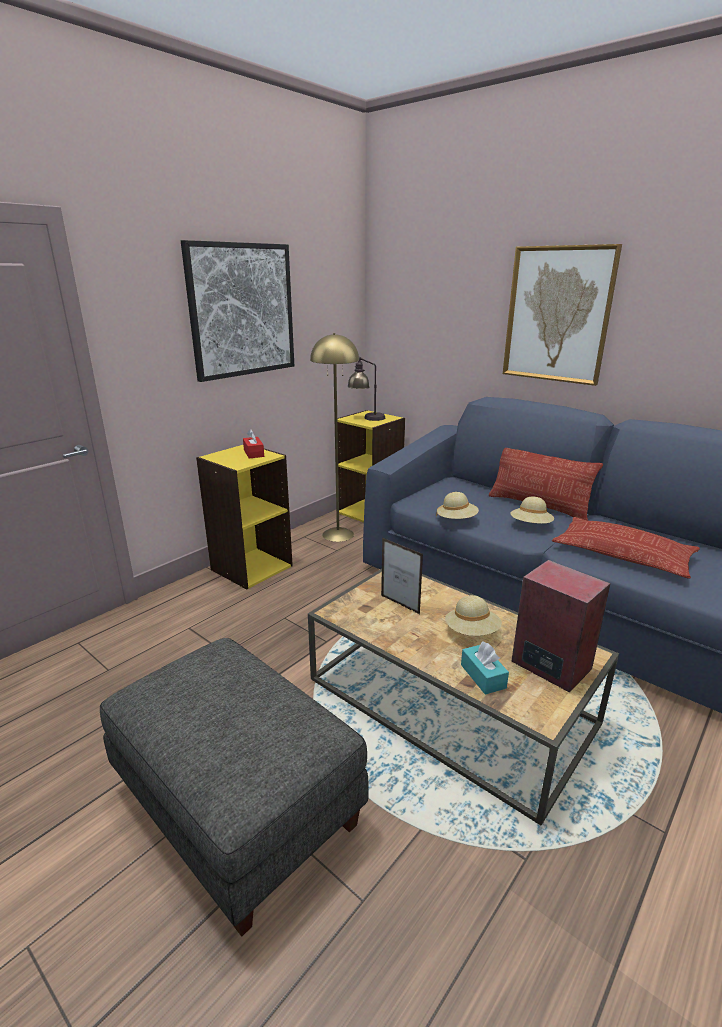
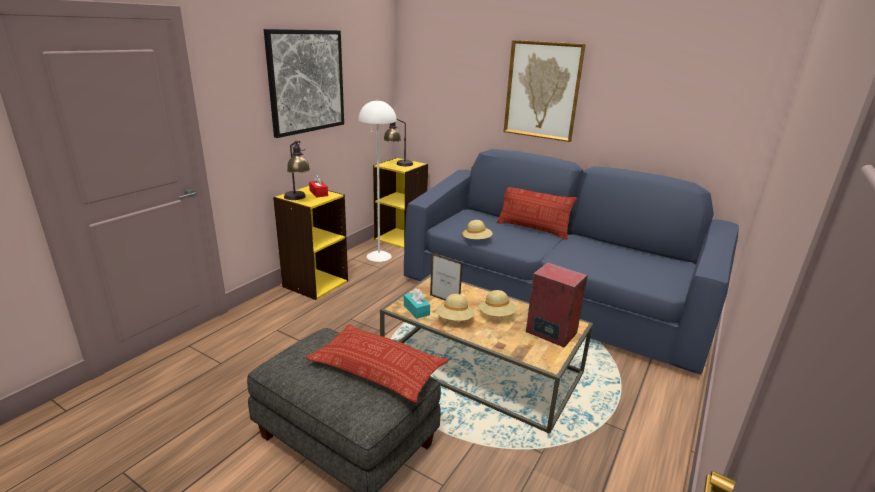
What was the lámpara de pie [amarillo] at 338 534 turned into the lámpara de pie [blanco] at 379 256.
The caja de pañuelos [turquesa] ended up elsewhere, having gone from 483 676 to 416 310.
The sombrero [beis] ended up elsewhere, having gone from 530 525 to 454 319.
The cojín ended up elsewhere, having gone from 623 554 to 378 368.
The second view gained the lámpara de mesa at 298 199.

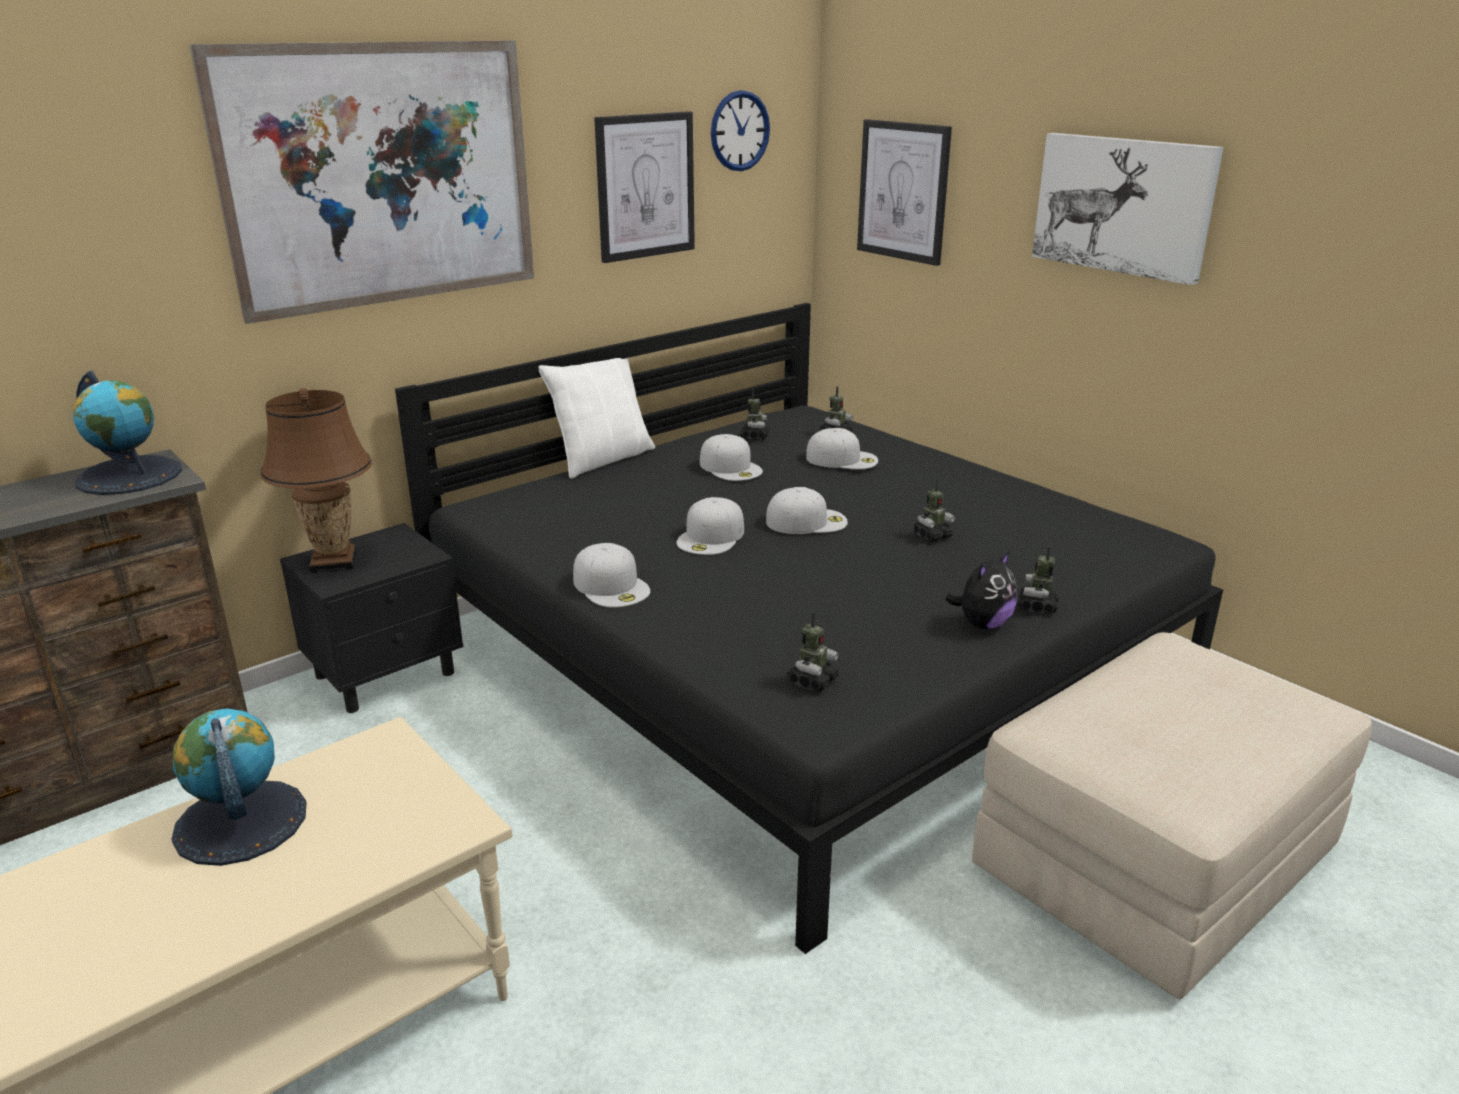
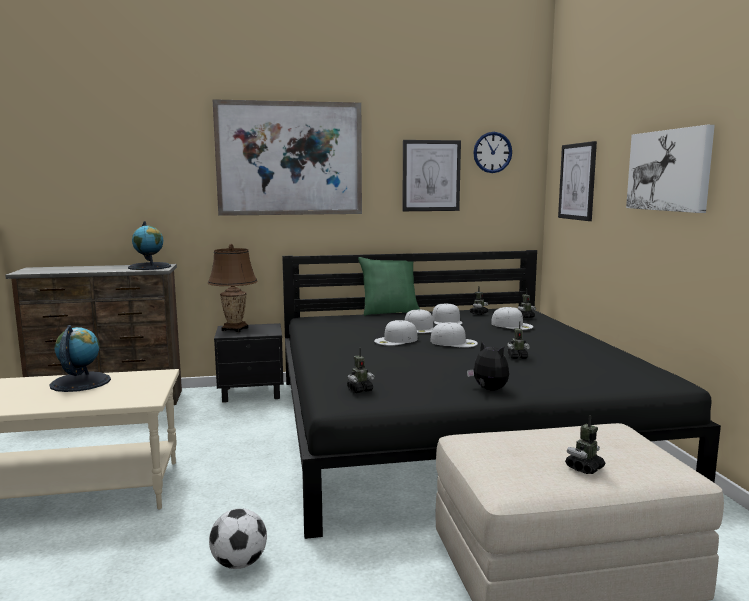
What was the cojín [blanco] at 602 459 turned into the cojín [verde] at 389 312.
The gorra [blanco] ended up elsewhere, having gone from 612 586 to 419 328.
The peluche at 982 624 ended up facing another way, 120 degrees counterclockwise from before.
The robot de juguete ended up elsewhere, having gone from 1037 606 to 584 468.
The second view gained the balón de fútbol at 239 563.

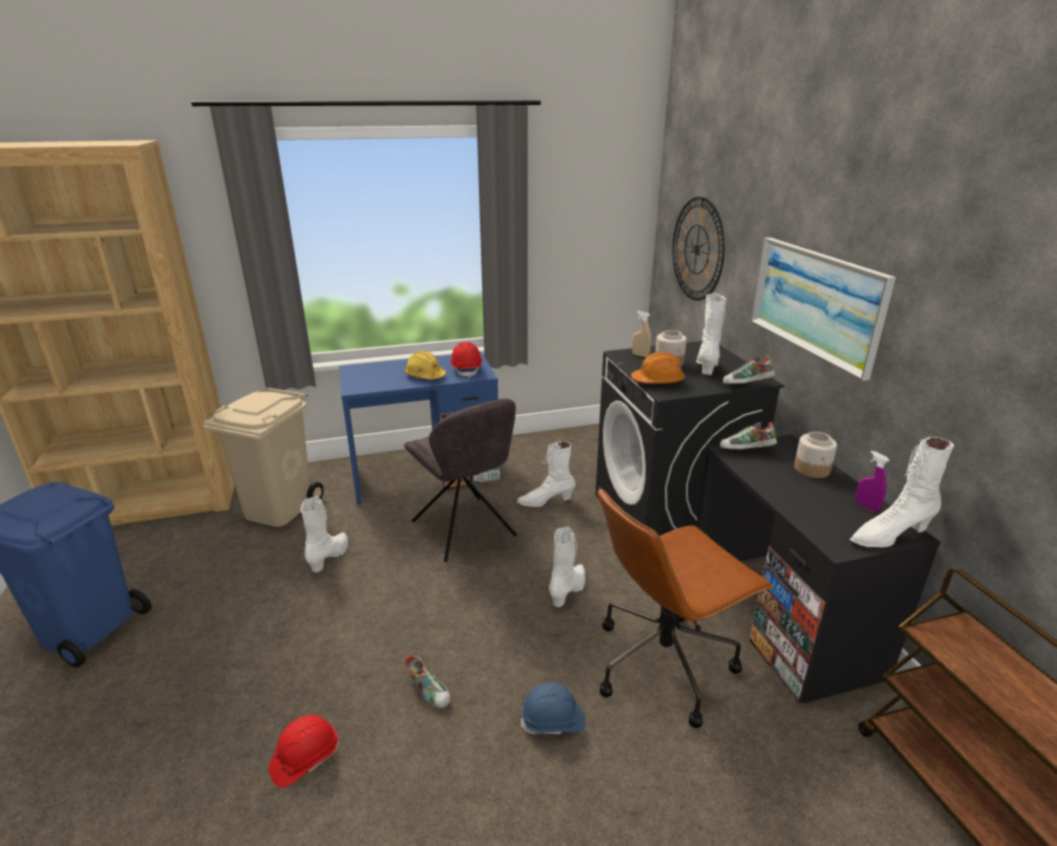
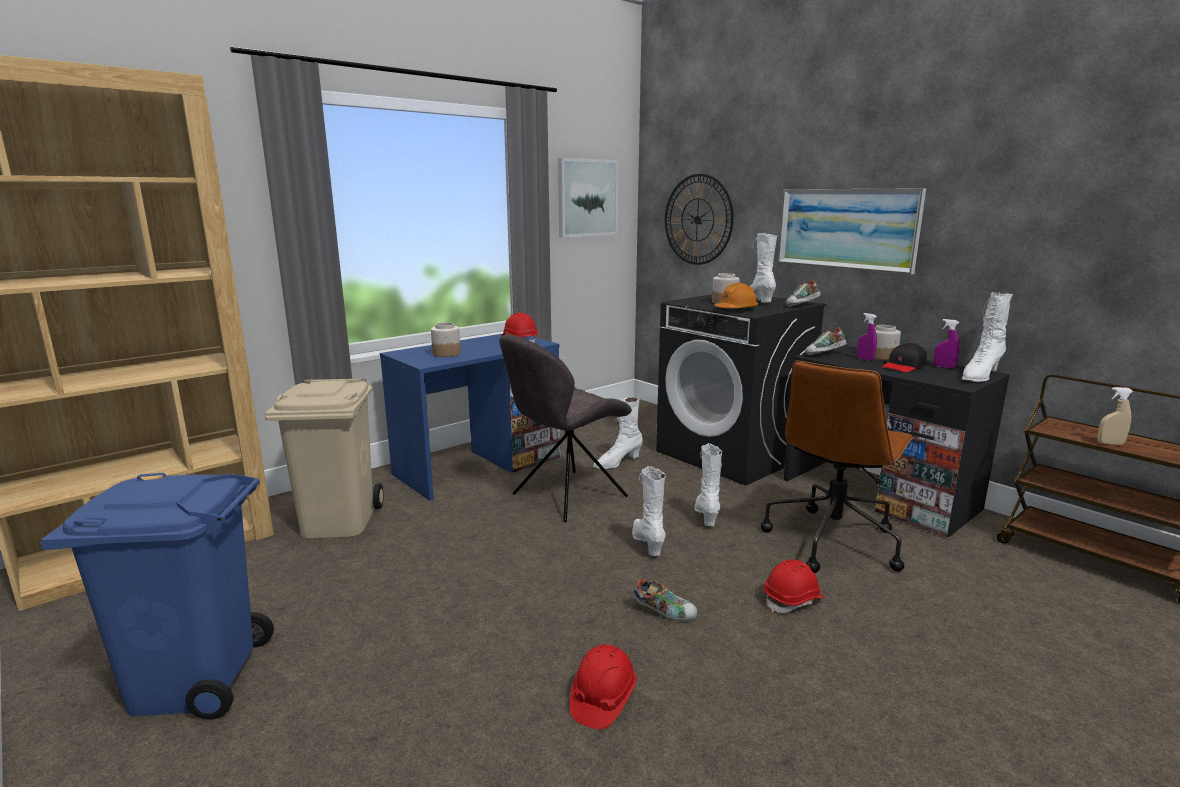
The bota [blanco] ended up elsewhere, having gone from 330 557 to 647 543.
The silla [gris] at 465 531 ended up facing another way, 105 degrees clockwise from before.
The second view lost the casco [amarillo] at 425 376.
What was the casco [azul] at 553 721 turned into the casco [rojo] at 793 600.
The pulverizador [beis] ended up elsewhere, having gone from 640 355 to 1110 443.
The second view gained the tarro at 446 353.
The second view gained the cuadro at 587 198.
The second view gained the pulverizador [morado] at 865 359.
The second view gained the gorra [negro] at 904 366.

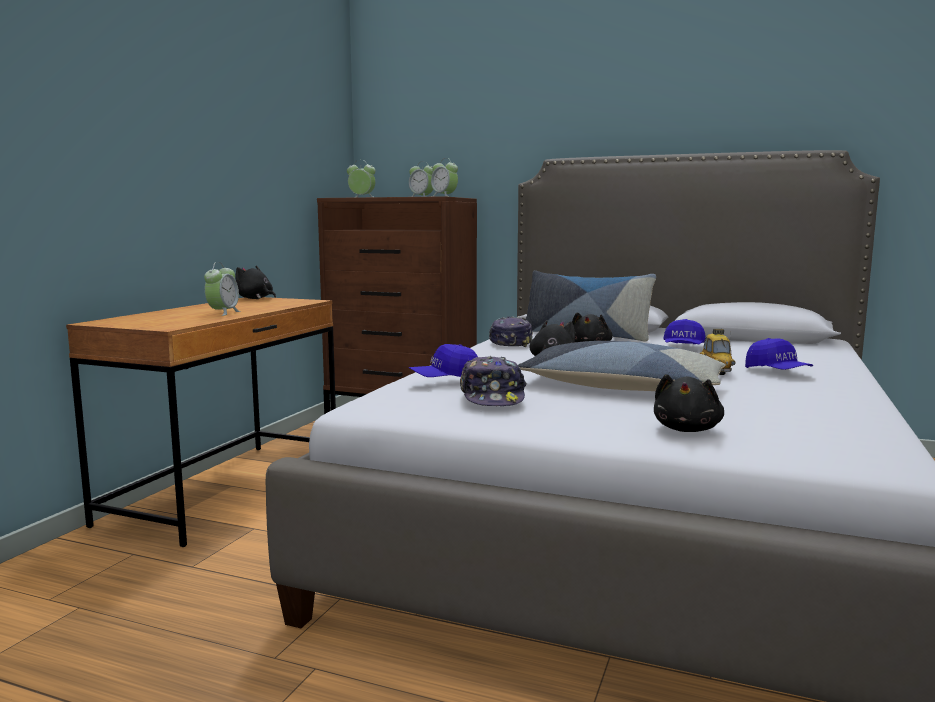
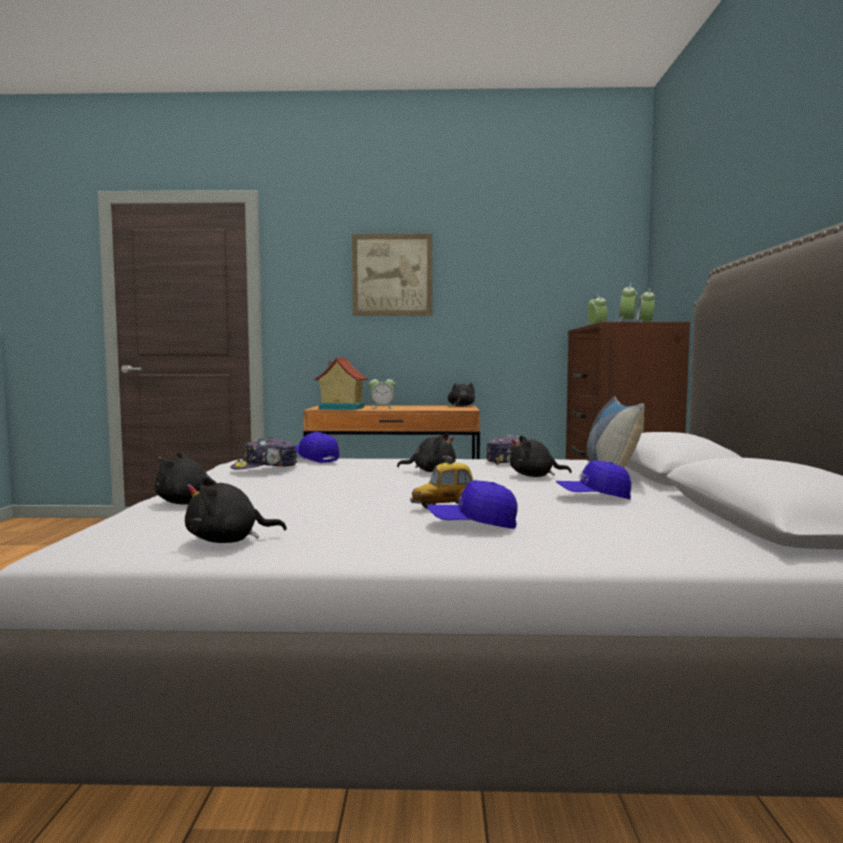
The second view lost the cojín at 621 388.
The gorra [azul] at 777 372 ended up facing another way, 45 degrees clockwise from before.
The second view gained the peluche [negro] at 228 541.
The second view gained the casita at 340 408.
The second view gained the cuadro at 392 275.

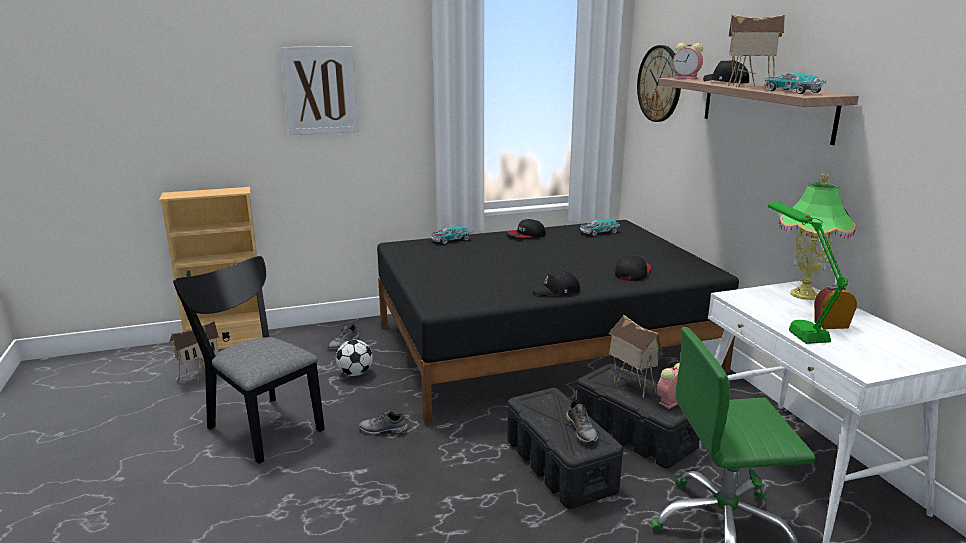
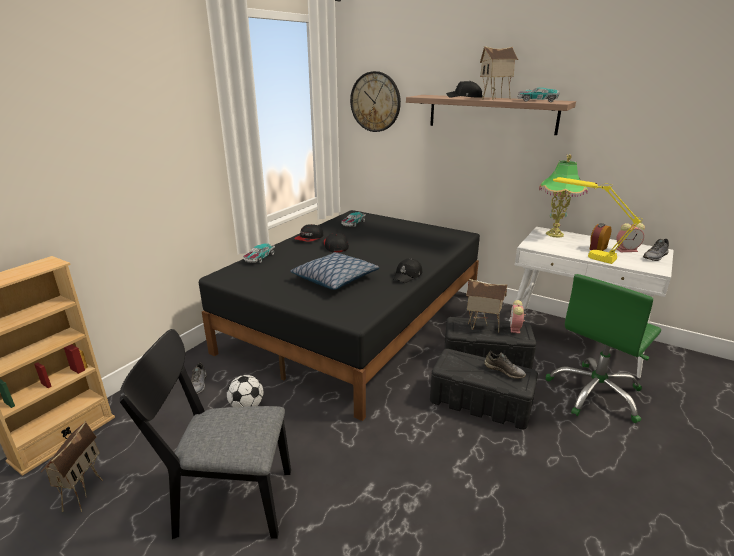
The second view lost the cuadro at 320 90.
The zapato [gris] ended up elsewhere, having gone from 383 430 to 655 257.
The gorra ended up elsewhere, having gone from 632 273 to 335 246.
The despertador ended up elsewhere, having gone from 687 78 to 627 250.
What was the lámpara de mesa [verde] at 791 323 turned into the lámpara de mesa [amarillo] at 584 254.
The second view gained the cojín at 335 279.

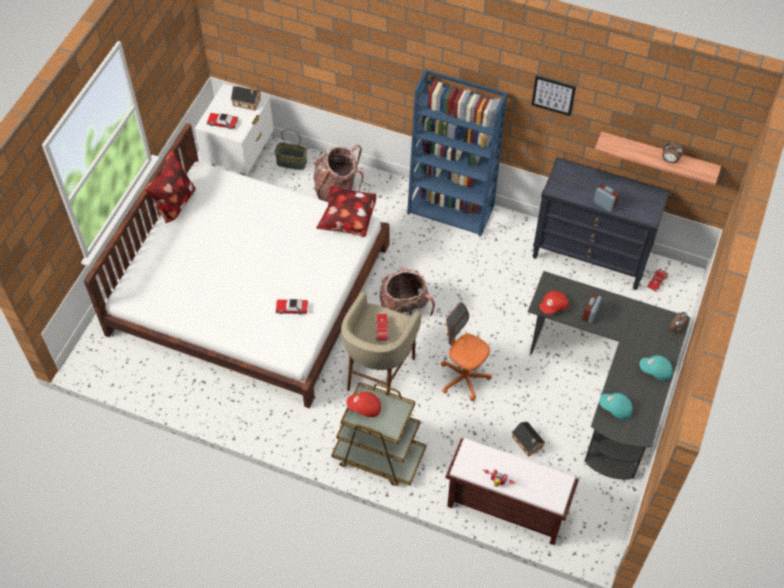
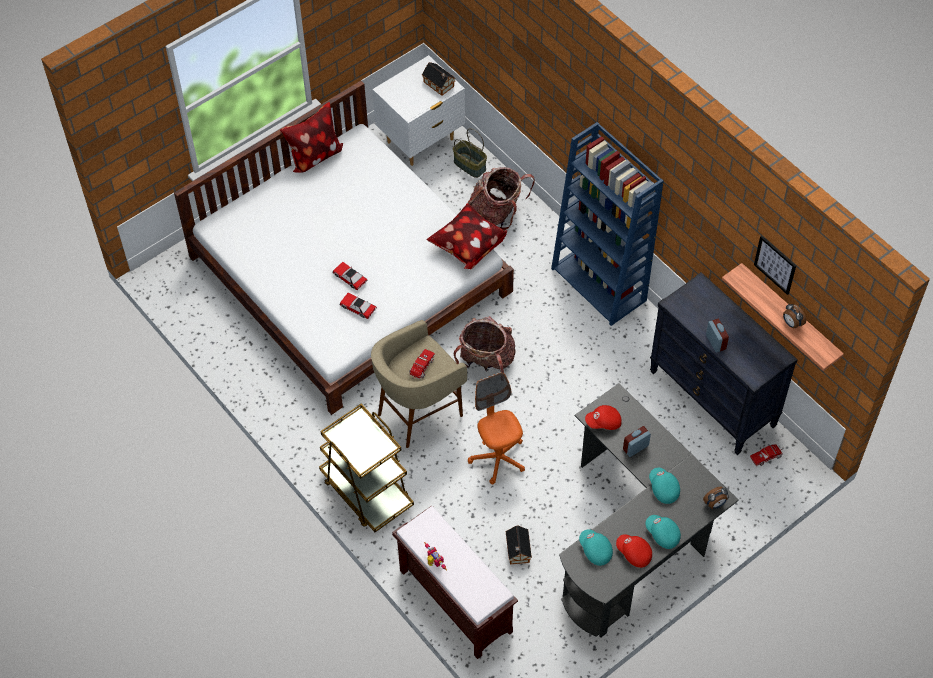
The coche de juguete ended up elsewhere, having gone from 222 123 to 350 278.
The gorra [rojo] ended up elsewhere, having gone from 364 408 to 633 553.
The cuadro ended up elsewhere, having gone from 553 95 to 775 264.
The second view gained the gorra [turquesa] at 663 489.

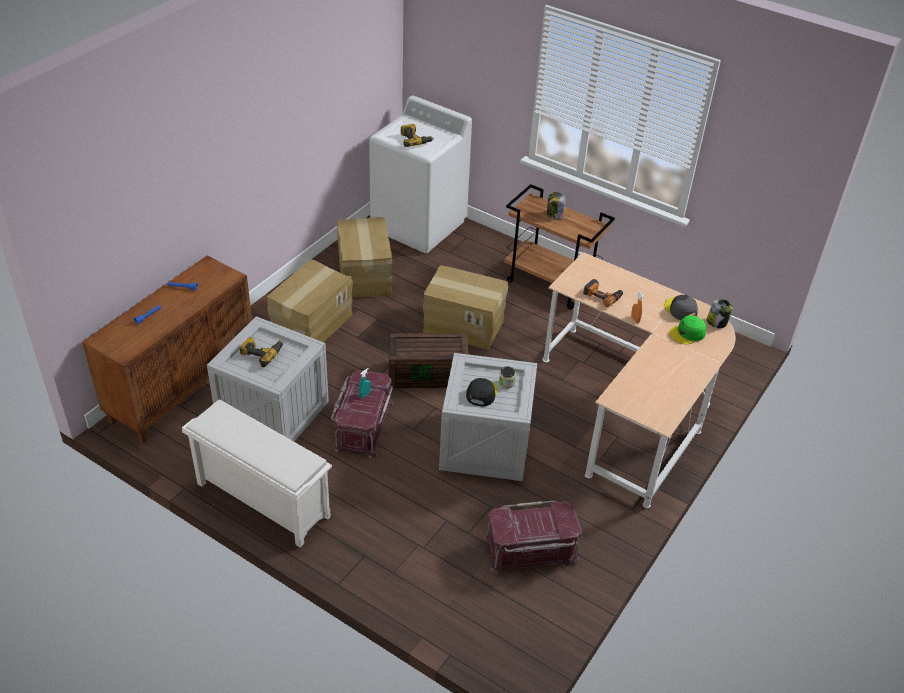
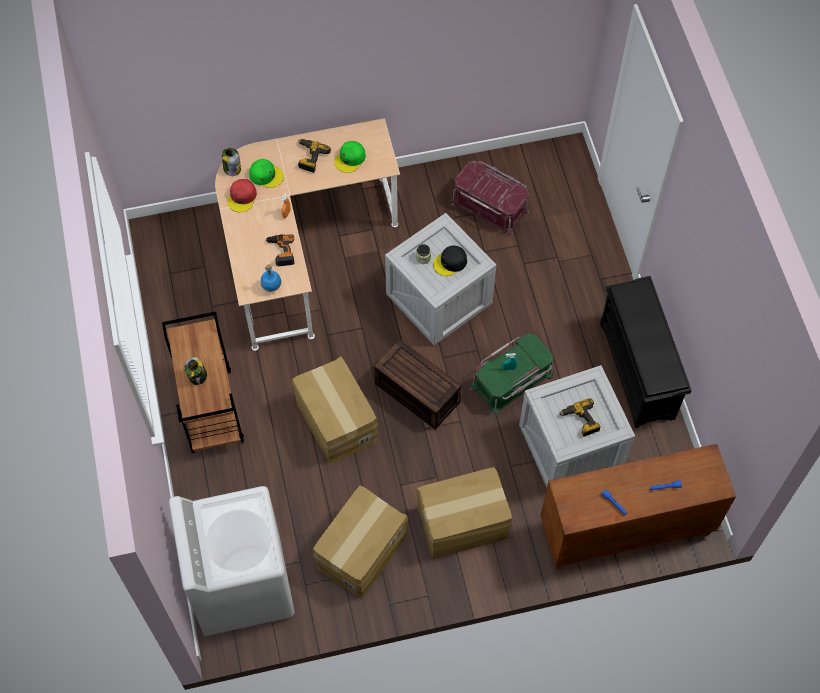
What was the zapatero [blanco] at 261 500 turned into the zapatero [negro] at 638 371.
What was the caja de almacenaje [rojo] at 362 425 turned into the caja de almacenaje [verde] at 512 382.
The taladro ended up elsewhere, having gone from 415 140 to 310 157.
What was the gorra [gris] at 680 309 turned into the gorra [rojo] at 242 197.
The second view gained the botella [azul] at 271 287.
The second view gained the gorra [verde] at 350 159.

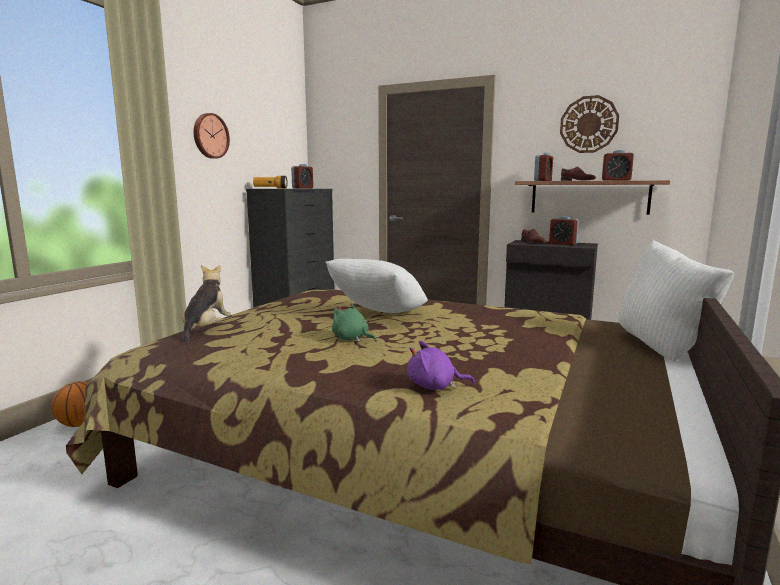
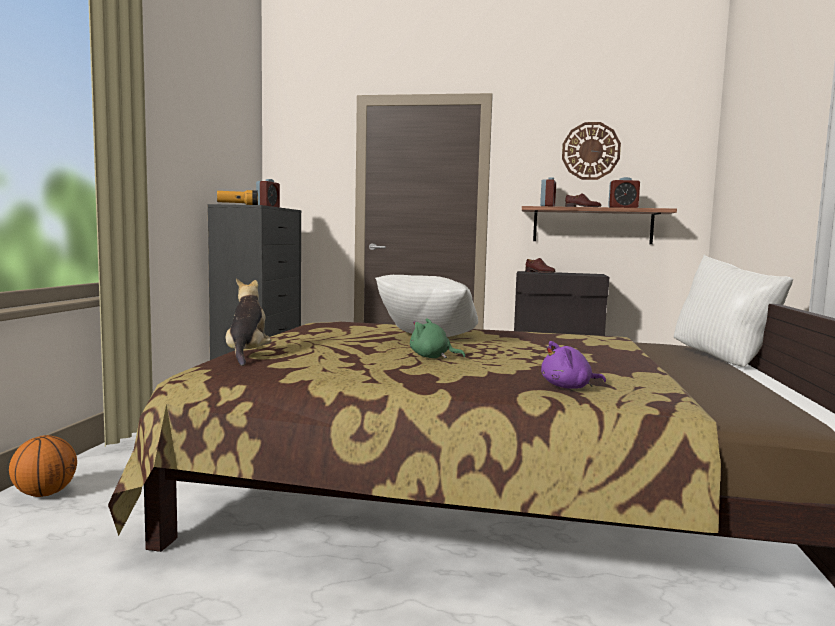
The second view lost the reloj de pared at 210 136.
The second view lost the despertador at 562 244.

